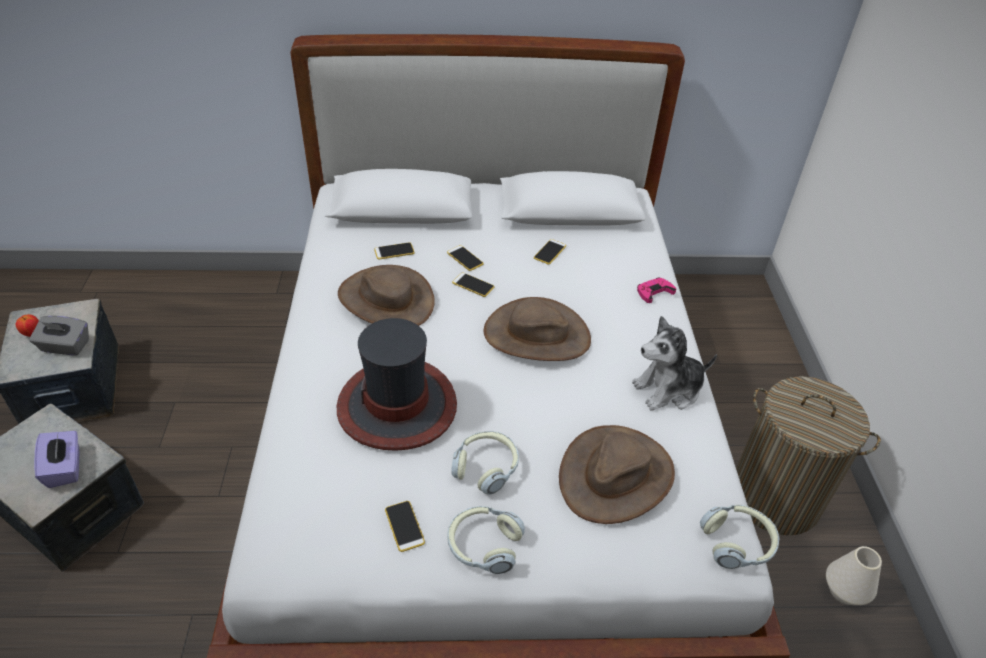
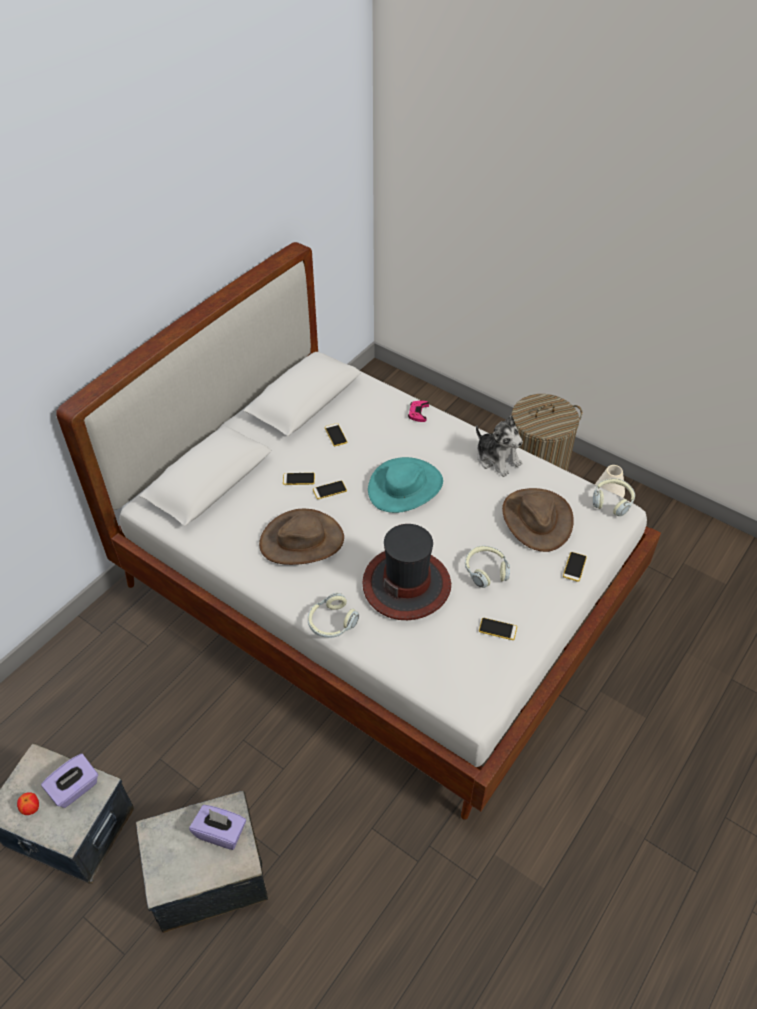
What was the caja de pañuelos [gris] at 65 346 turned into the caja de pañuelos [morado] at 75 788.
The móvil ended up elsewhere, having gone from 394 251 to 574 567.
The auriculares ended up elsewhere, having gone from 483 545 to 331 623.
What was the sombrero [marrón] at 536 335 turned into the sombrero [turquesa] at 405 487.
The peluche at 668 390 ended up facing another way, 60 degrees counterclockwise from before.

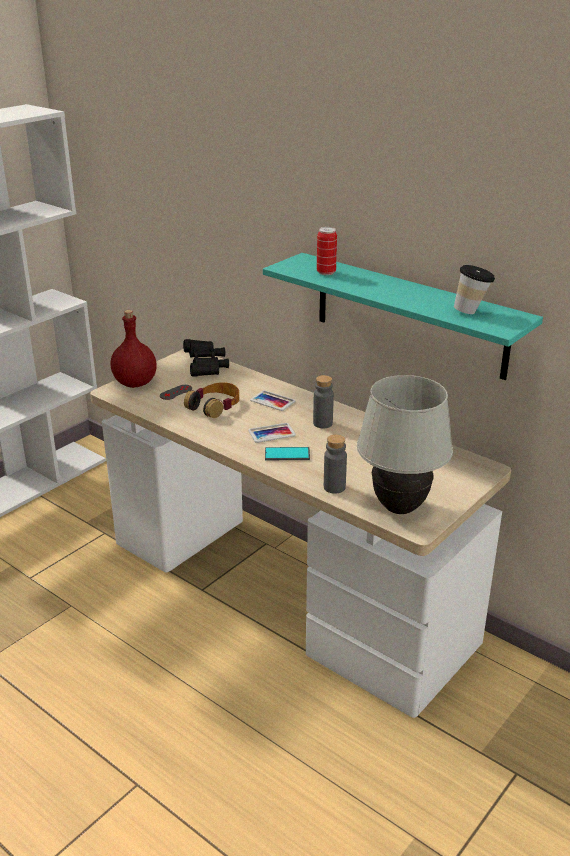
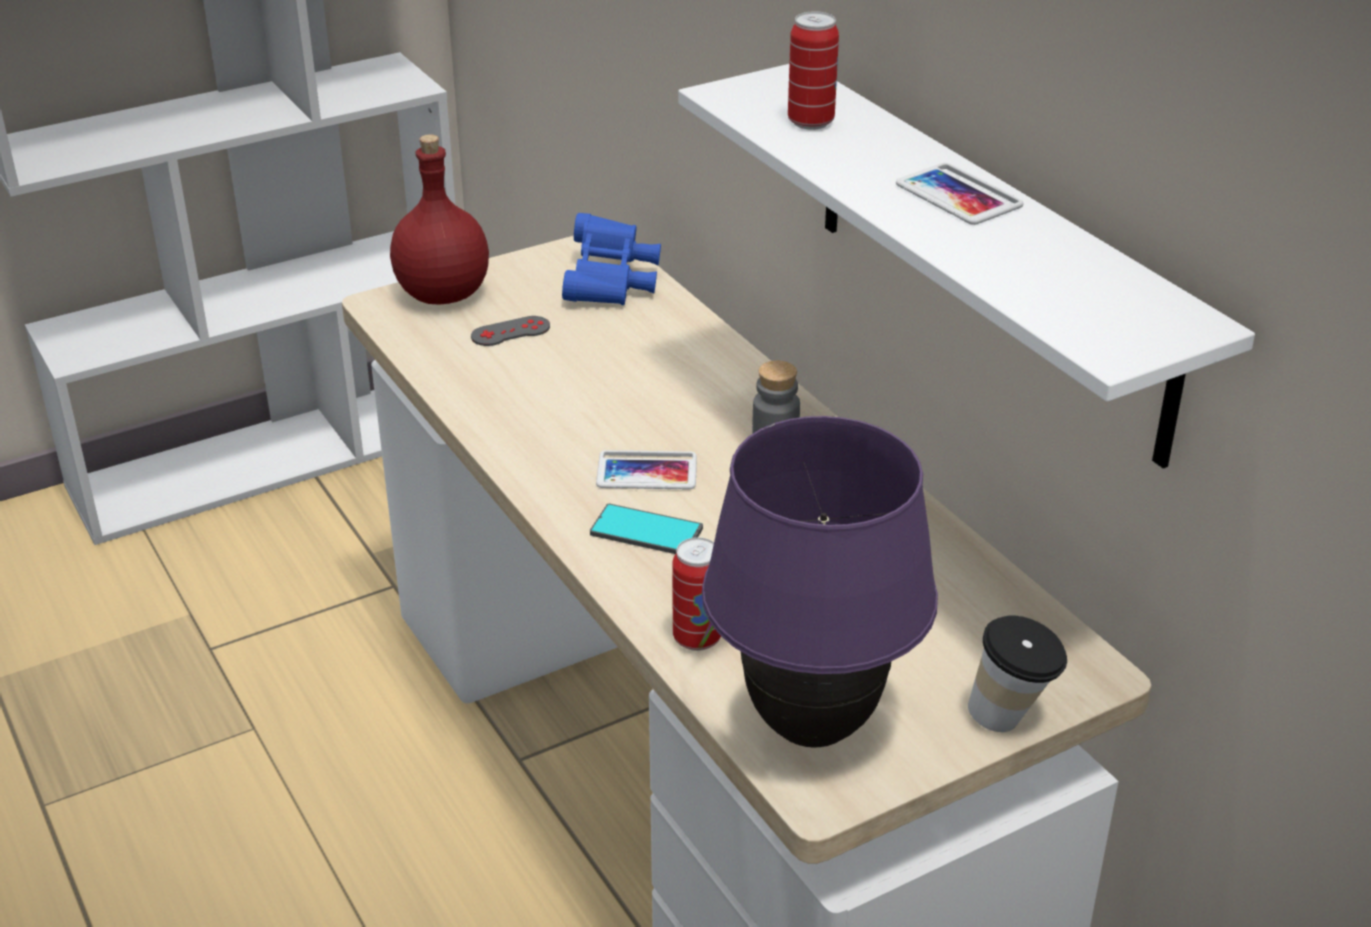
What was the prismáticos [negro] at 206 367 turned into the prismáticos [azul] at 611 283.
The second view lost the auriculares at 214 406.
The móvil ended up elsewhere, having gone from 272 401 to 958 195.
What was the estante [turquesa] at 409 315 turned into the estante [blanco] at 988 257.
Where the botella [gris] stood at 334 487, the lata came to stand at 697 638.
What was the lámpara de mesa [blanco] at 400 507 turned into the lámpara de mesa [morado] at 813 727.
The taza ended up elsewhere, having gone from 471 311 to 1011 720.

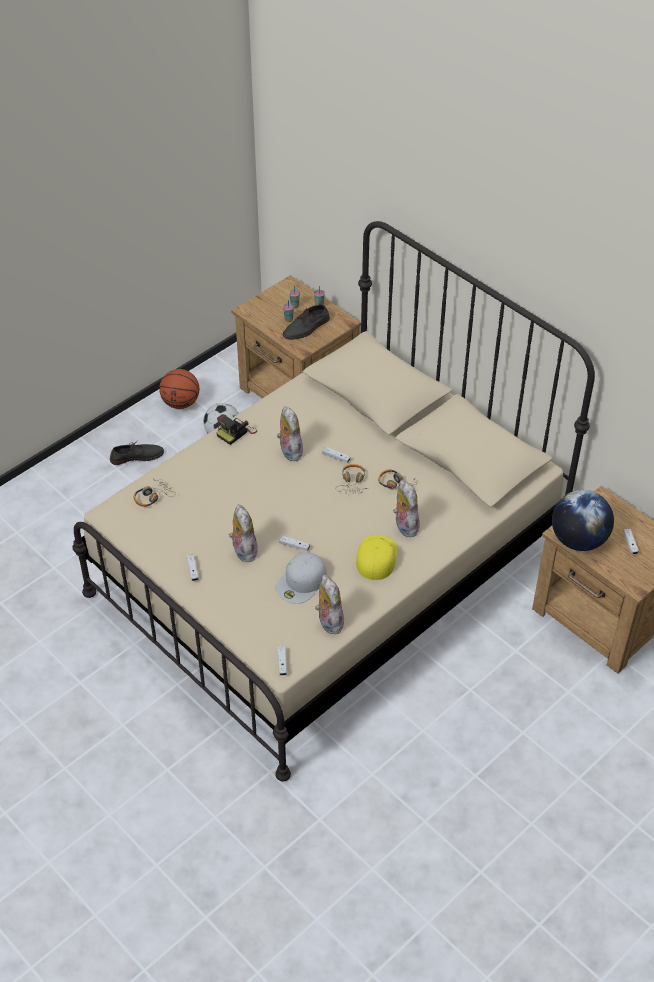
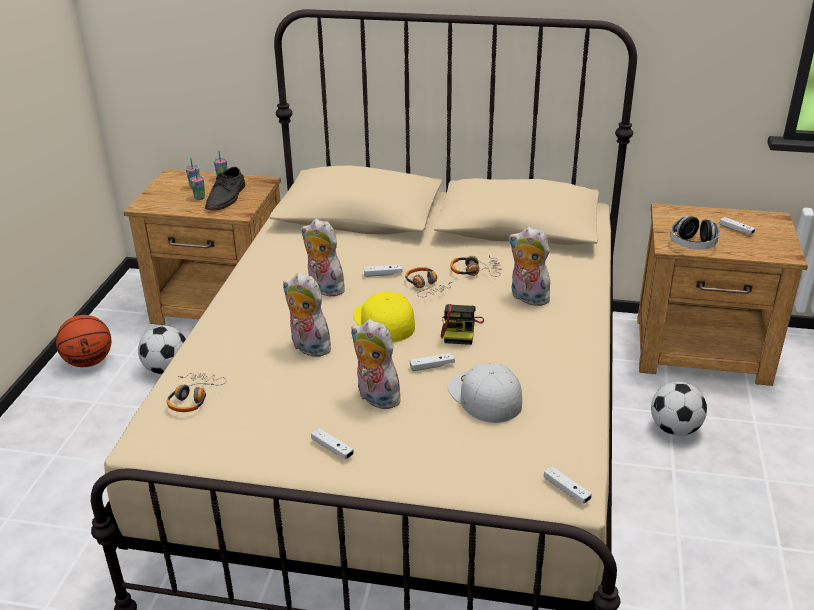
The second view lost the zapato [gris] at 137 456.
The cámara ended up elsewhere, having gone from 236 432 to 460 330.
The gorra [blanco] at 302 582 ended up facing another way, 150 degrees clockwise from before.
The peluche ended up elsewhere, having gone from 328 621 to 307 348.
The gorra [amarillo] ended up elsewhere, having gone from 376 557 to 383 321.
Where the globo terráqueo stood at 578 540, the auriculares came to stand at 692 245.
The second view gained the balón de fútbol at 674 429.

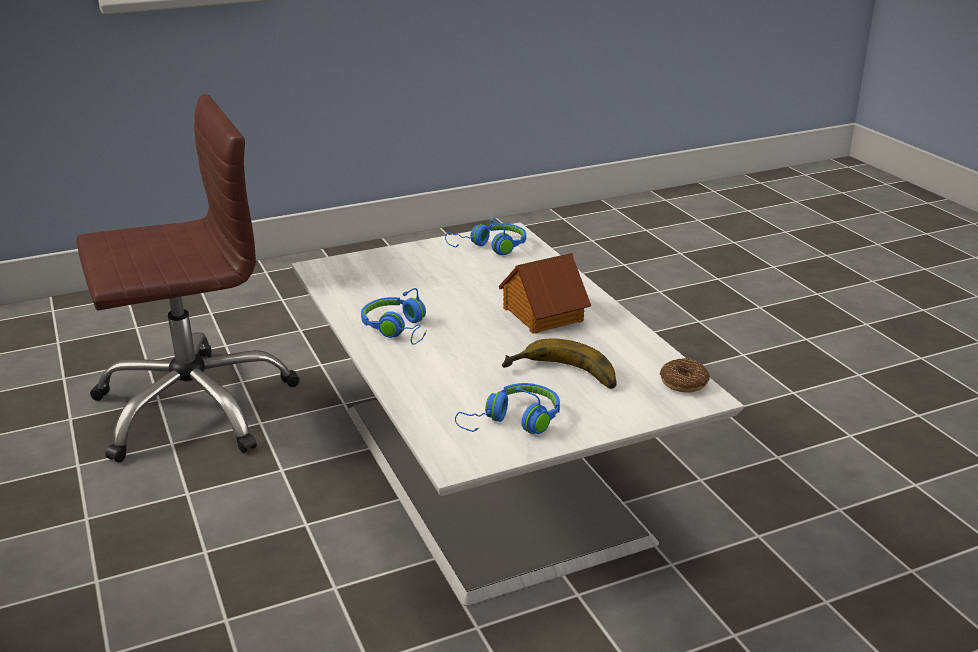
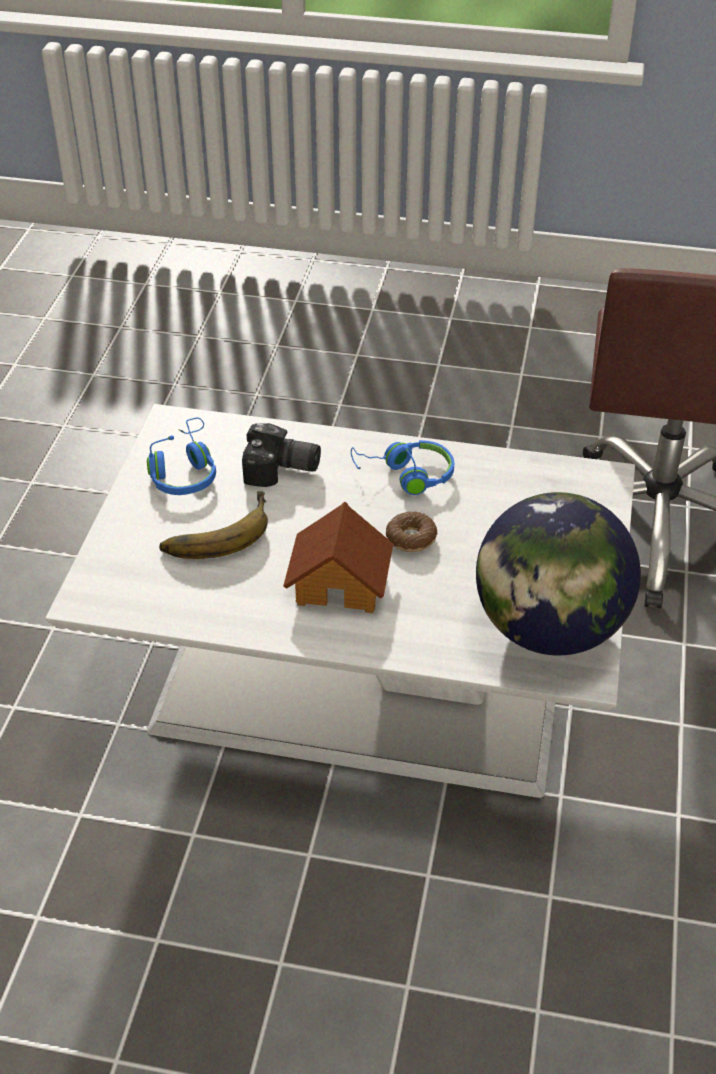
Where the auriculares [azul] stood at 490 248, the globo terráqueo came to stand at 548 629.
The rosquilla ended up elsewhere, having gone from 683 382 to 411 538.
The second view gained the cámara at 281 471.

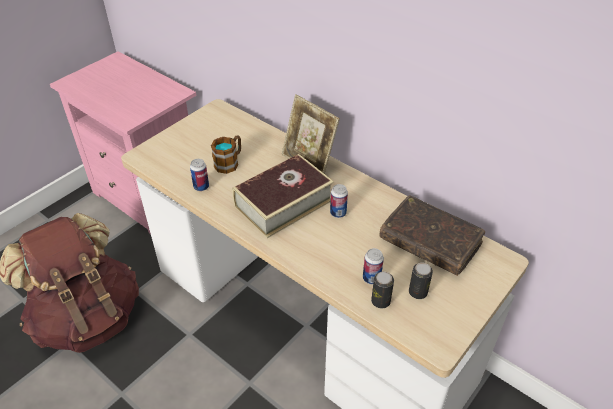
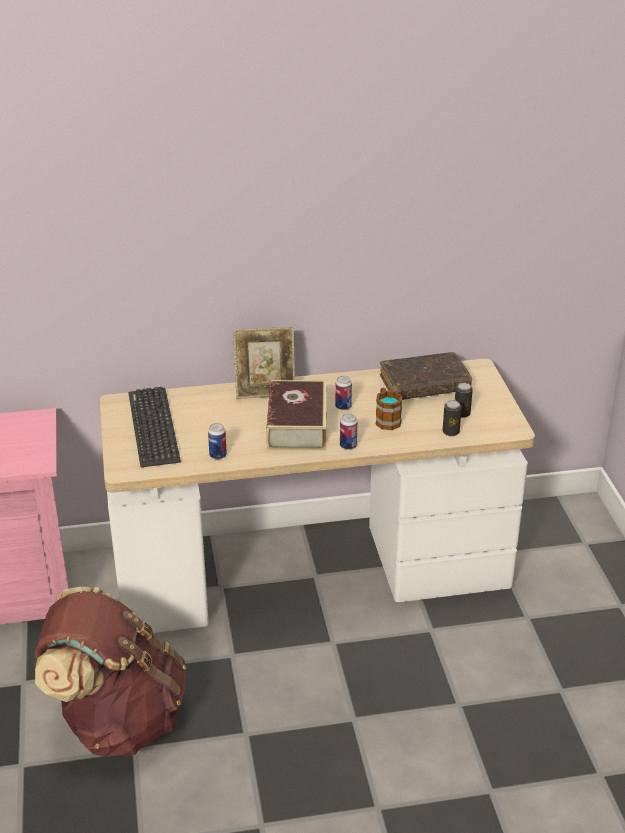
The taza grande ended up elsewhere, having gone from 229 162 to 386 419.
The lata ended up elsewhere, having gone from 371 278 to 348 446.
The second view gained the teclado at 153 427.

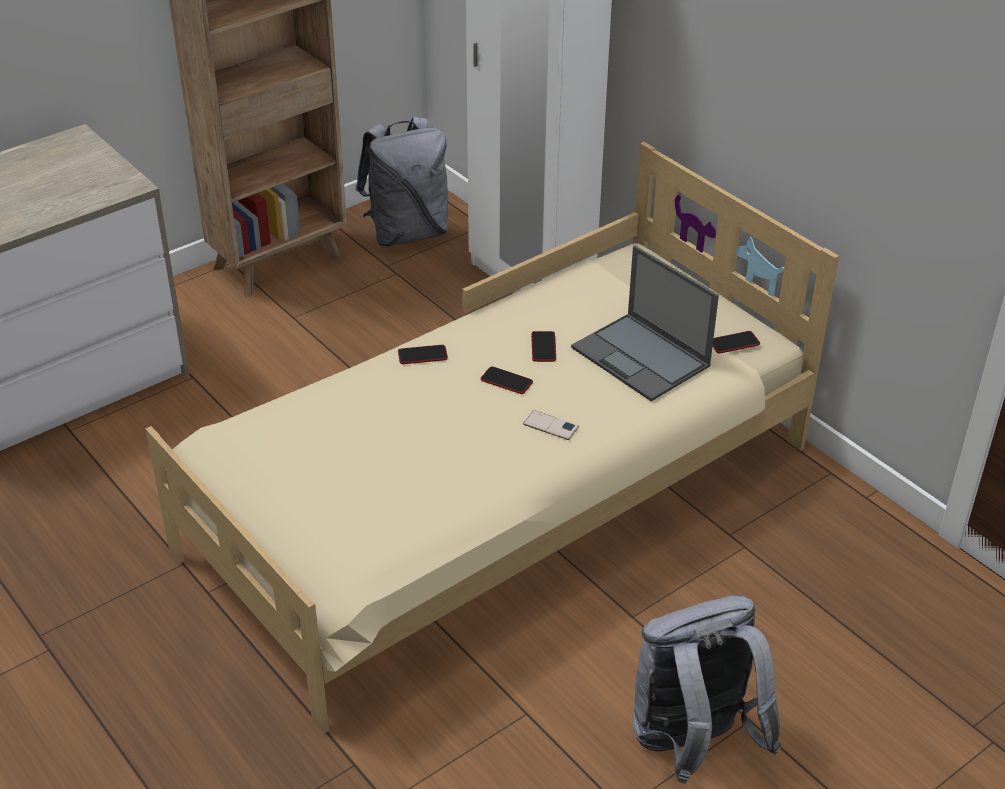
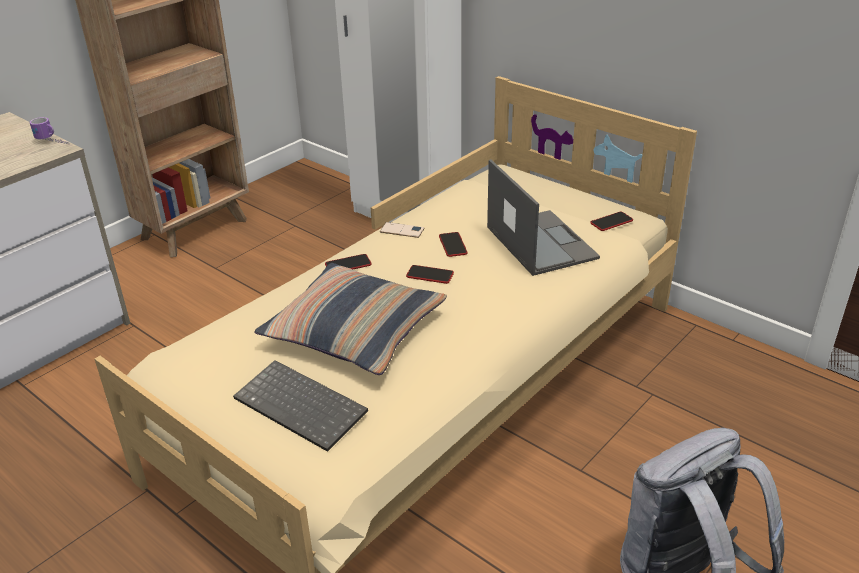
The second view lost the mochila [gris] at 407 233.
The móvil ended up elsewhere, having gone from 550 425 to 402 230.
The portátil at 642 357 ended up facing another way, 150 degrees counterclockwise from before.
The second view gained the taza grande at 53 142.
The second view gained the teclado at 303 406.
The second view gained the cojín at 355 331.

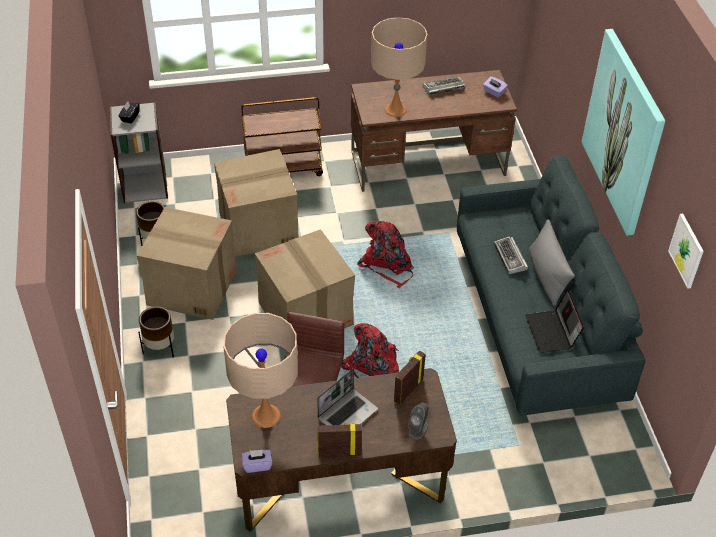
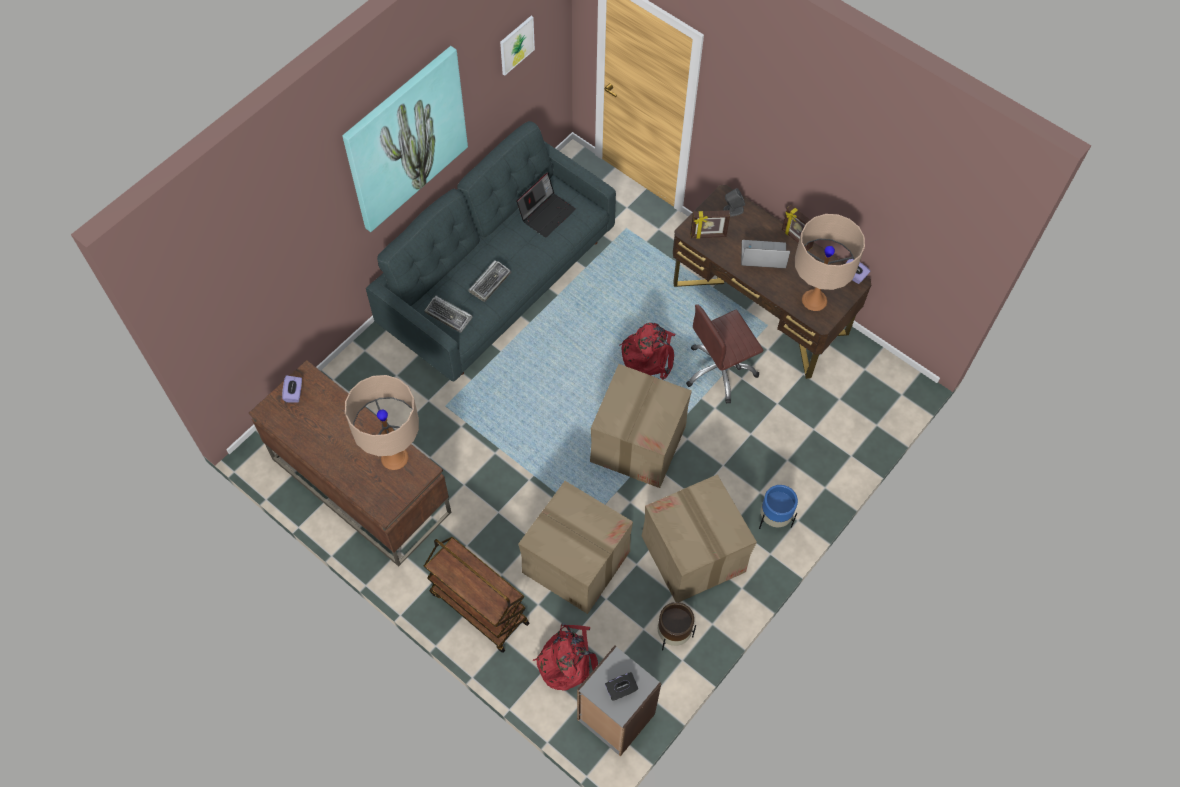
What was the maceta [marrón] at 160 348 turned into the maceta [azul] at 774 519.
The mochila [rojo] ended up elsewhere, having gone from 387 264 to 567 661.
The teclado ended up elsewhere, having gone from 443 88 to 449 316.
The second view lost the cojín [gris] at 546 276.

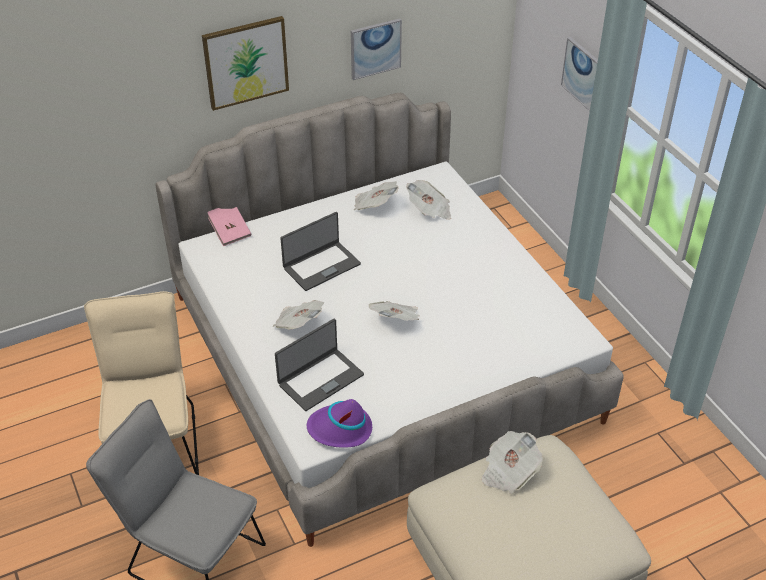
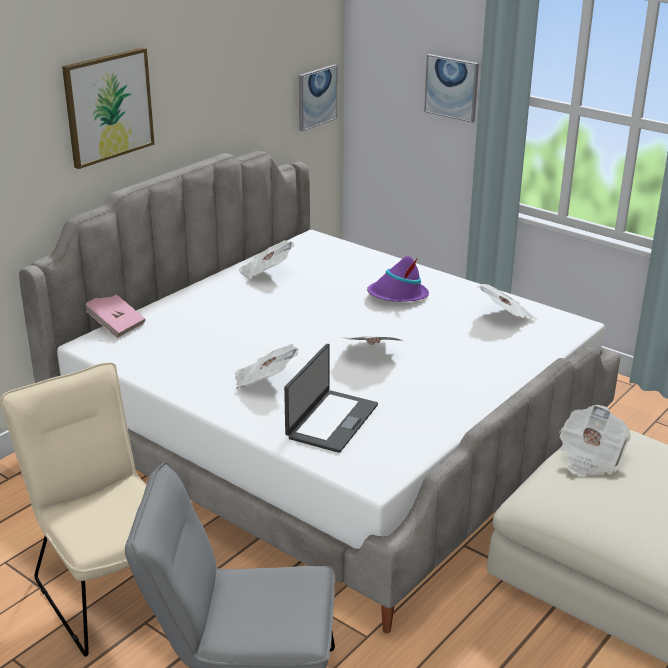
The second view lost the portátil at 321 266.
The sombrero [morado] ended up elsewhere, having gone from 340 429 to 397 295.
The cuadro ended up elsewhere, having gone from 375 48 to 316 97.
The periódico ended up elsewhere, having gone from 429 210 to 506 316.

